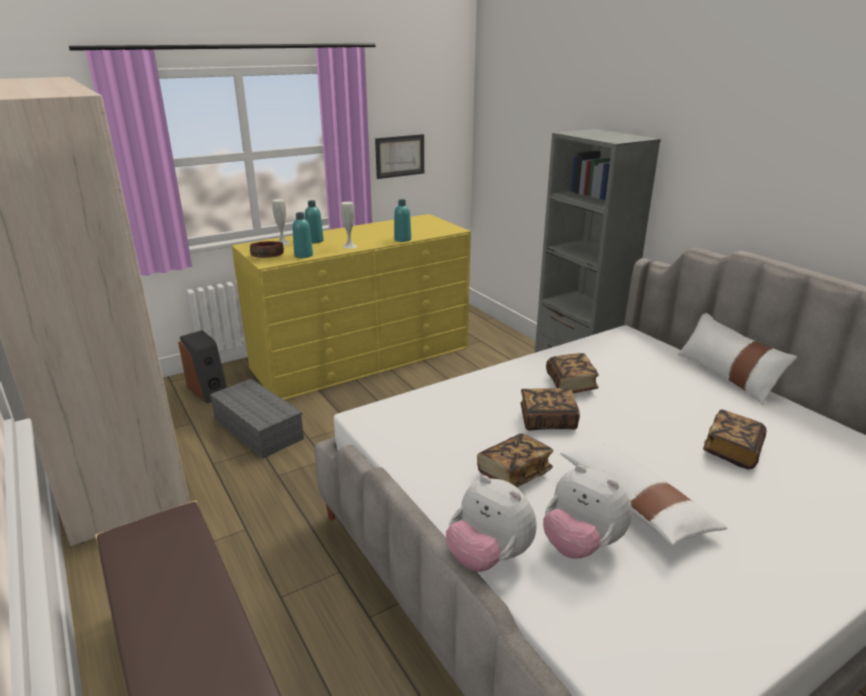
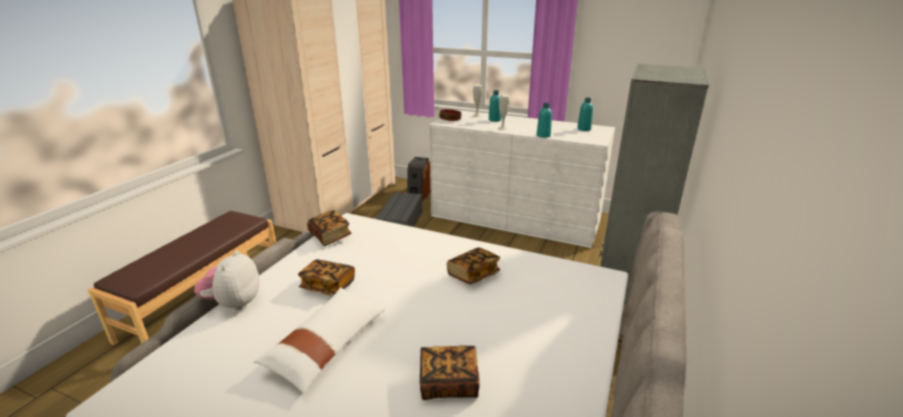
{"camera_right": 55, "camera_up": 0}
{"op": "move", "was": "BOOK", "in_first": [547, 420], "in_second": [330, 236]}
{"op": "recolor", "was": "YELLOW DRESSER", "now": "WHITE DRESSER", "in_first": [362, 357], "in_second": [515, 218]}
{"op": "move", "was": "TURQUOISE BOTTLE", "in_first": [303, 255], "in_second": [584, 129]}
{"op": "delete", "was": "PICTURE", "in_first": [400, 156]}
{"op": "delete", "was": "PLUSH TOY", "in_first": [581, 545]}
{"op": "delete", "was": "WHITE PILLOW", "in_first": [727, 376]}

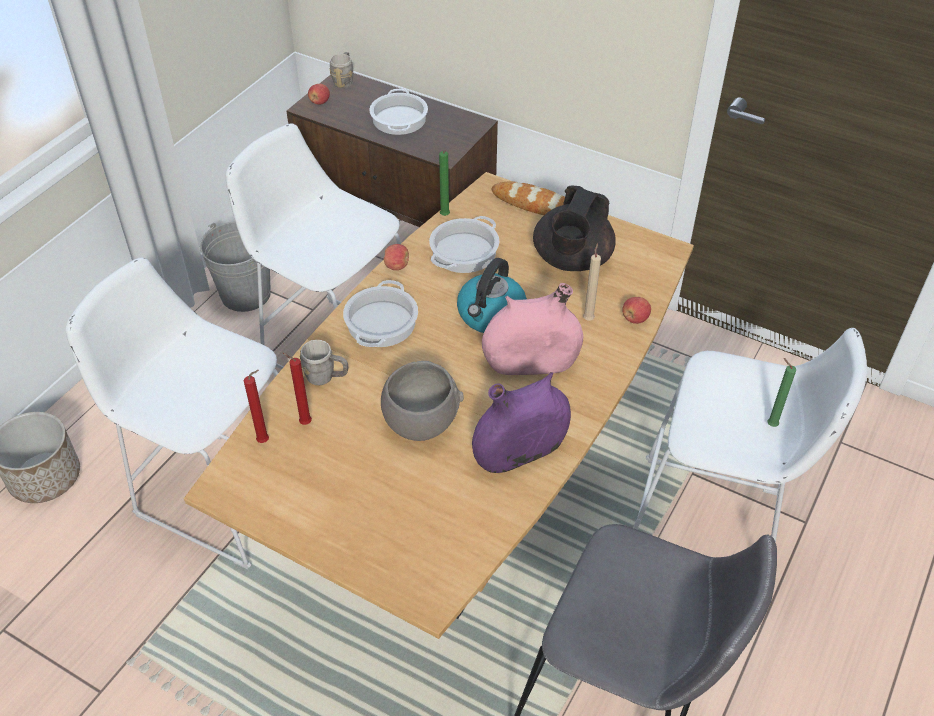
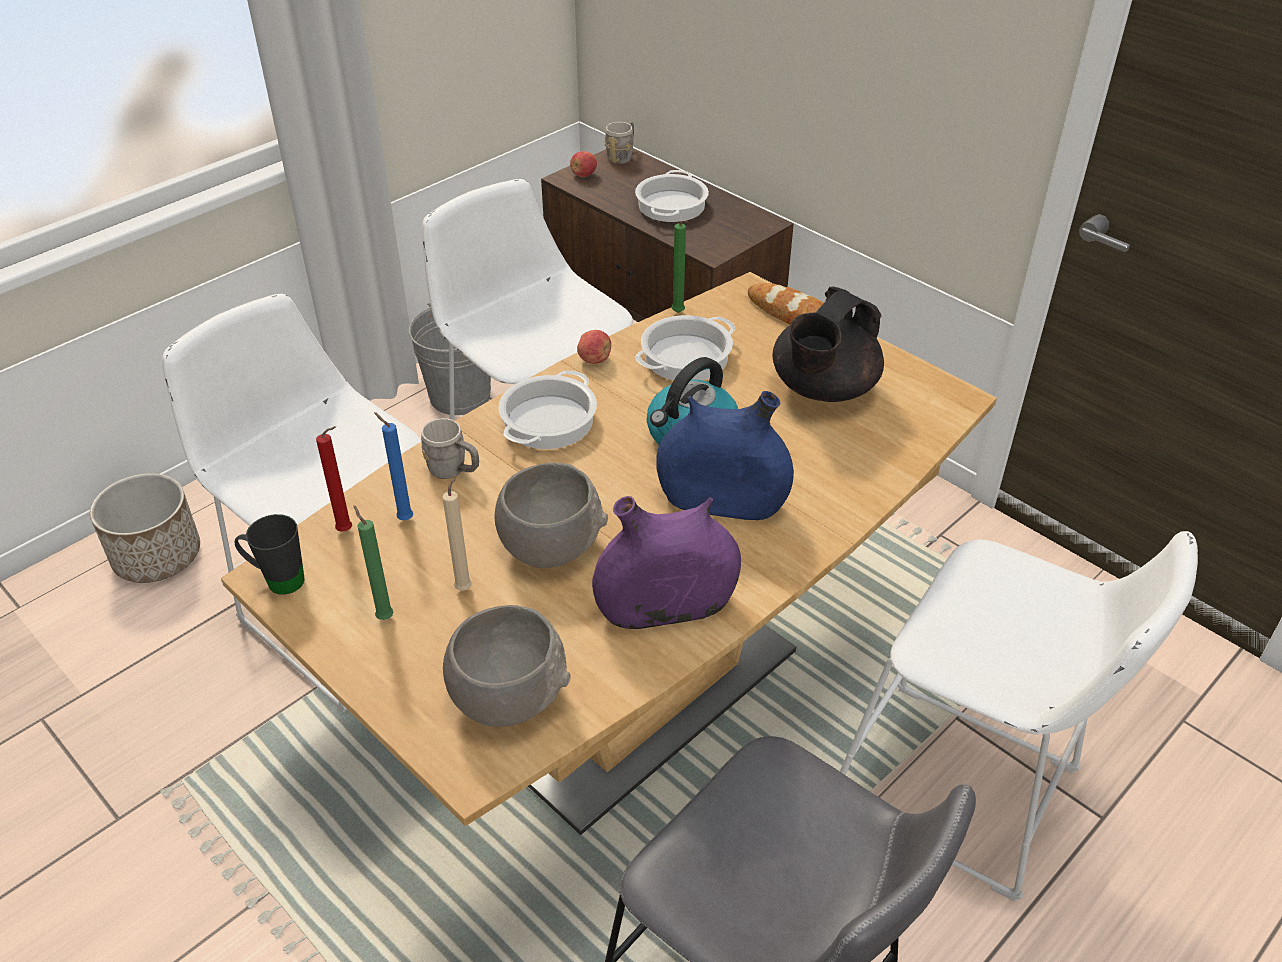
{"camera_right": 15, "camera_up": -5}
{"op": "insert", "now": "BLACK MUG", "in_second": [277, 580]}
{"op": "move", "was": "GREEN CANDLE", "in_first": [770, 424], "in_second": [383, 616]}
{"op": "recolor", "was": "RED CANDLE", "now": "BLUE CANDLE", "in_first": [303, 422], "in_second": [403, 518]}
{"op": "move", "was": "BEIGE CANDLE", "in_first": [588, 318], "in_second": [465, 587]}
{"op": "insert", "now": "GREY BOWL", "in_second": [509, 695]}
{"op": "recolor", "was": "PINK VASE", "now": "BLUE VASE", "in_first": [531, 363], "in_second": [722, 502]}
{"op": "delete", "was": "APPLE", "in_first": [635, 319]}

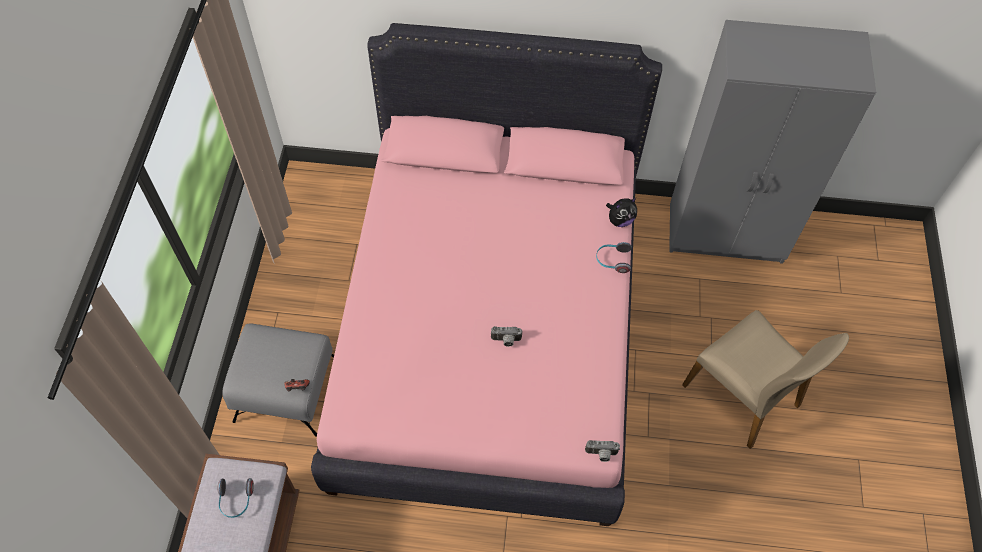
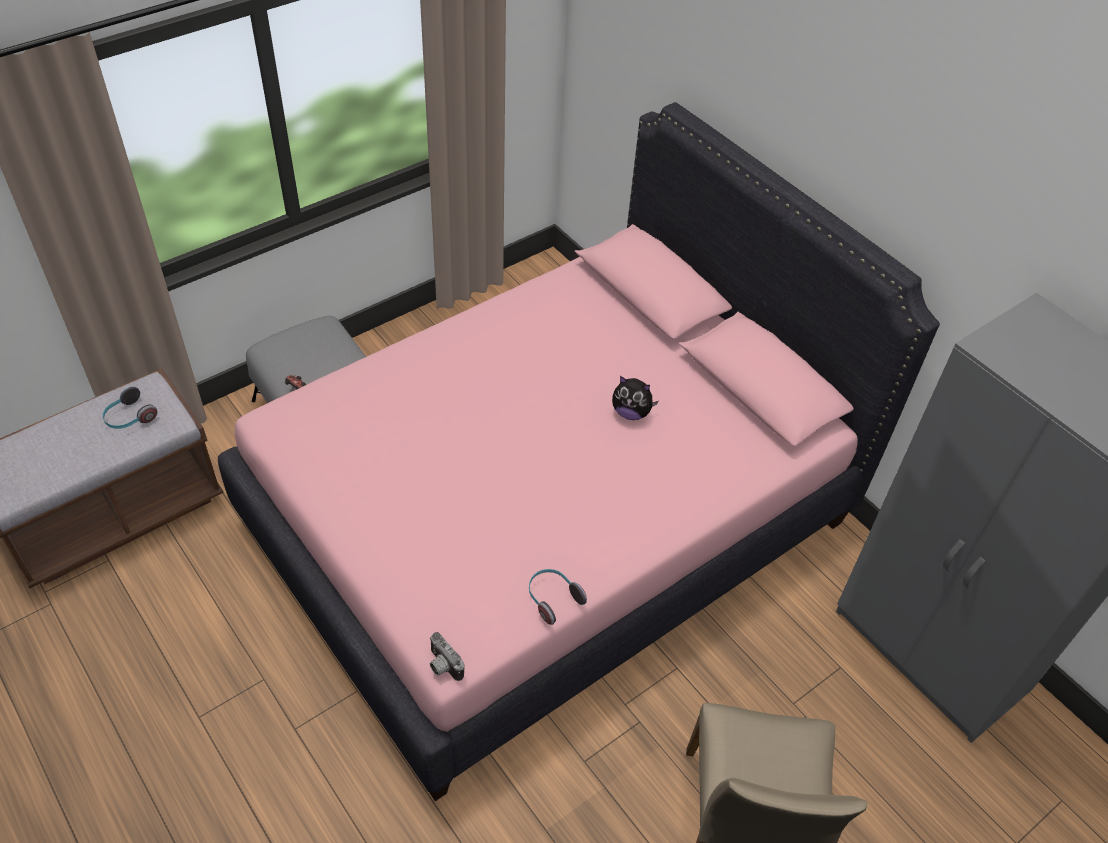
{"camera_right": 45, "camera_up": -10}
{"op": "move", "was": "HEADPHONES", "in_first": [612, 260], "in_second": [552, 599]}
{"op": "move", "was": "PLUSH TOY", "in_first": [620, 220], "in_second": [631, 412]}
{"op": "delete", "was": "PHOTO CAMERA", "in_first": [506, 341]}

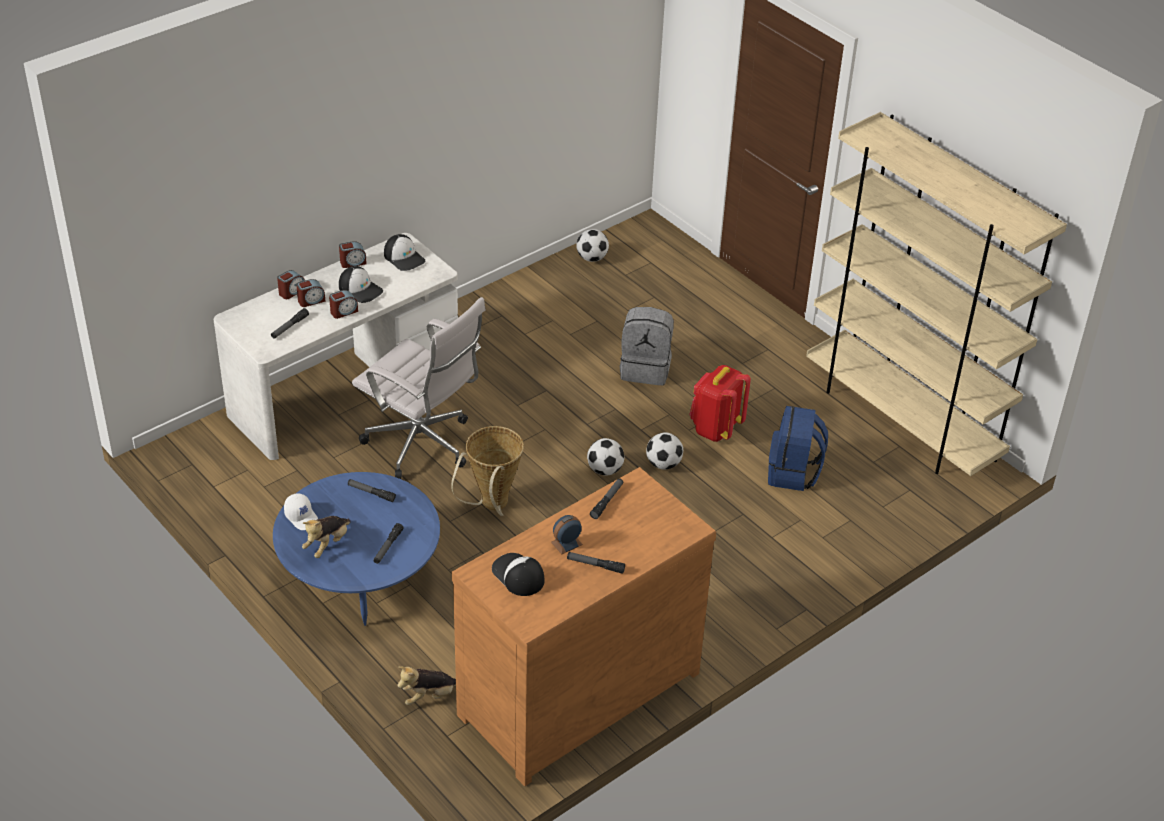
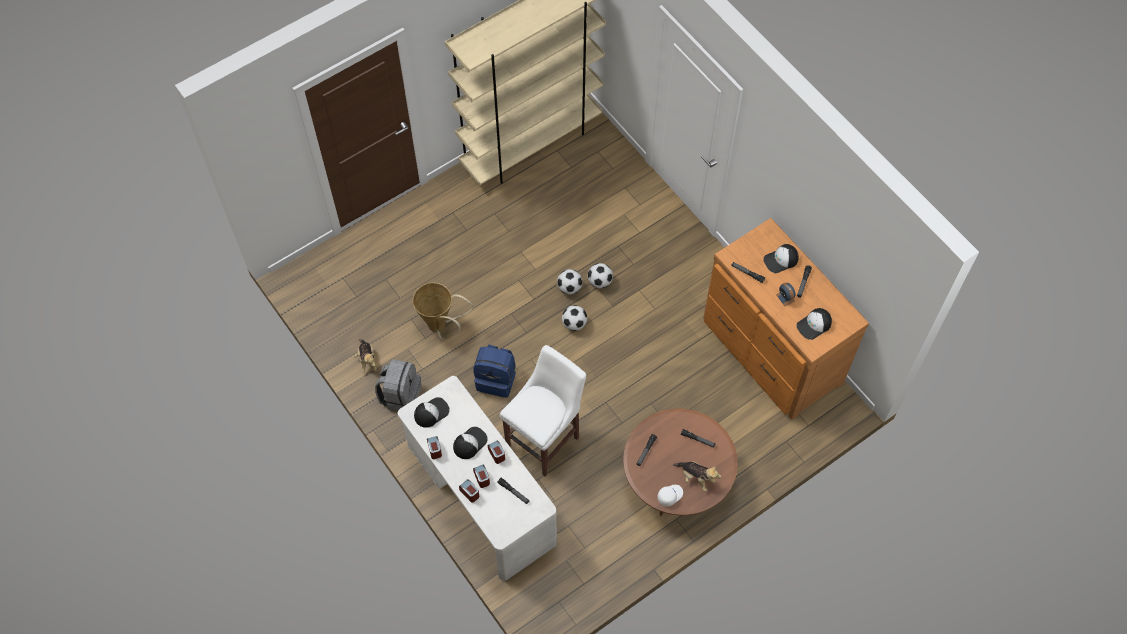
{"camera_right": -85, "camera_up": 20}
{"op": "move", "was": "PLUSH TOY", "in_first": [430, 696], "in_second": [367, 360]}
{"op": "move", "was": "GREY BACKPACK", "in_first": [646, 369], "in_second": [401, 395]}
{"op": "move", "was": "BASKET", "in_first": [491, 506], "in_second": [440, 327]}
{"op": "move", "was": "BLUE BACKPACK", "in_first": [793, 473], "in_second": [496, 379]}
{"op": "replace", "was": "WHITE OFFICE CHAIR", "now": "WHITE STOOL", "in_first": [423, 446], "in_second": [545, 440]}
{"op": "move", "was": "FOOTBALL", "in_first": [592, 258], "in_second": [600, 282]}
{"op": "recolor", "was": "BLUE COFFEE TABLE", "now": "BROWN COFFEE TABLE", "in_first": [360, 578], "in_second": [676, 478]}
{"op": "insert", "now": "CAP", "in_second": [781, 260]}
{"op": "delete", "was": "RED BACKPACK", "in_first": [715, 429]}

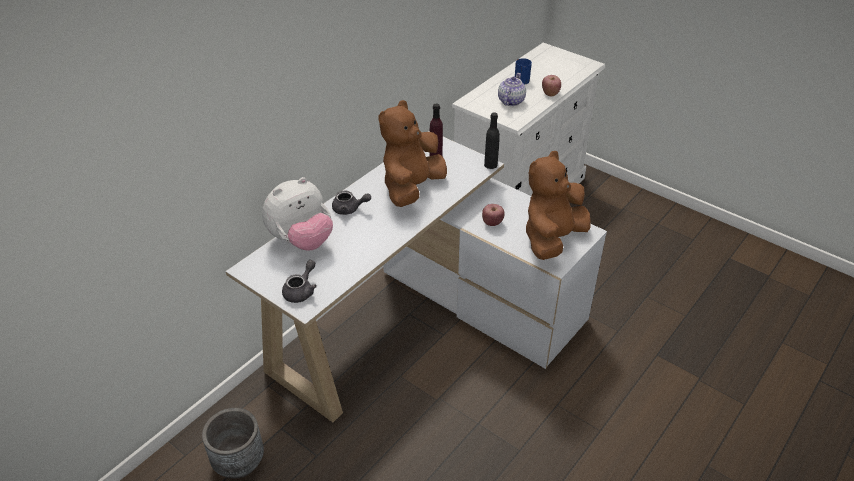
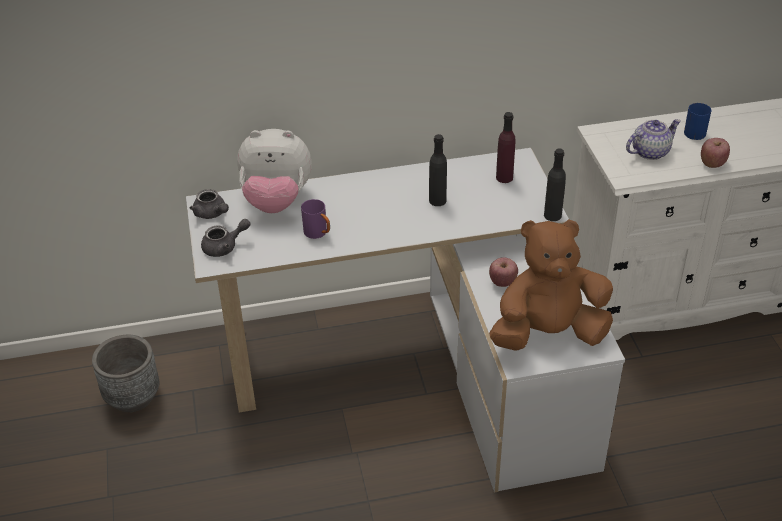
{"camera_right": 40, "camera_up": 0}
{"op": "move", "was": "GREY TEAPOT", "in_first": [349, 209], "in_second": [212, 214]}
{"op": "insert", "now": "PURPLE MUG", "in_second": [318, 233]}
{"op": "replace", "was": "BROWN PLUSH TOY", "now": "BLACK BOTTLE", "in_first": [411, 188], "in_second": [437, 200]}

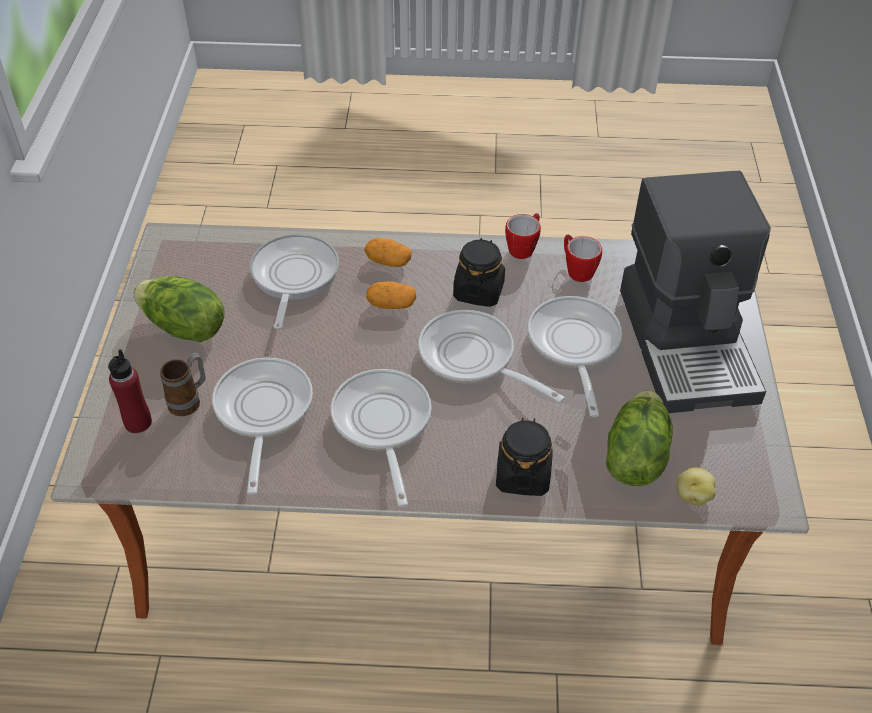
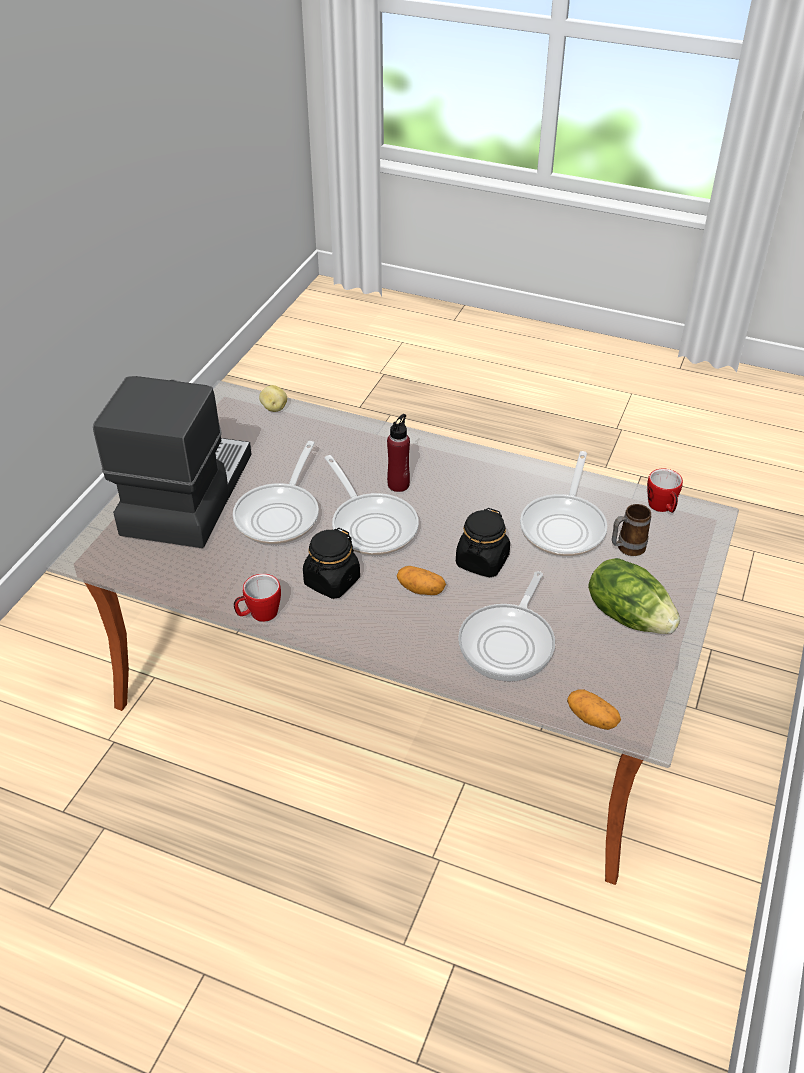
{"camera_right": -160, "camera_up": -5}
{"op": "move", "was": "RED BOTTLE", "in_first": [138, 422], "in_second": [398, 484]}
{"op": "move", "was": "BLACK JAR", "in_first": [522, 475], "in_second": [482, 561]}
{"op": "move", "was": "POTATO", "in_first": [388, 261], "in_second": [592, 718]}
{"op": "move", "was": "MUG", "in_first": [577, 270], "in_second": [662, 508]}
{"op": "delete", "was": "FRYING PAN", "in_first": [382, 424]}
{"op": "delete", "was": "LETTUCE", "in_first": [633, 457]}

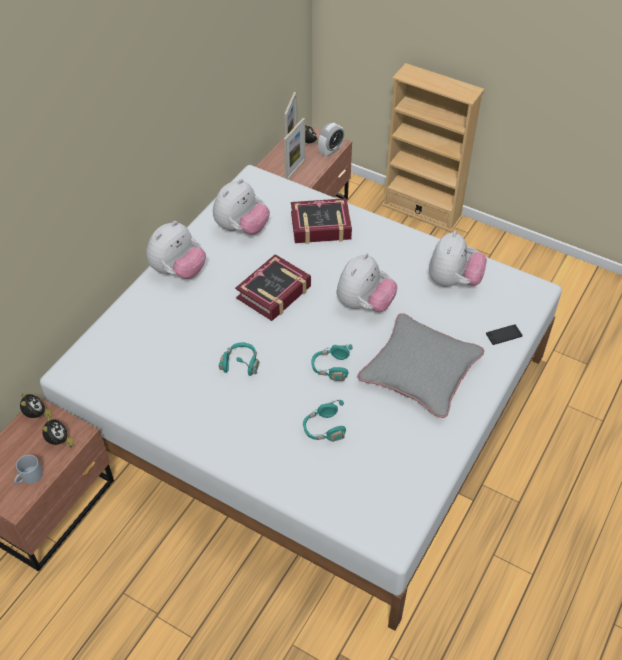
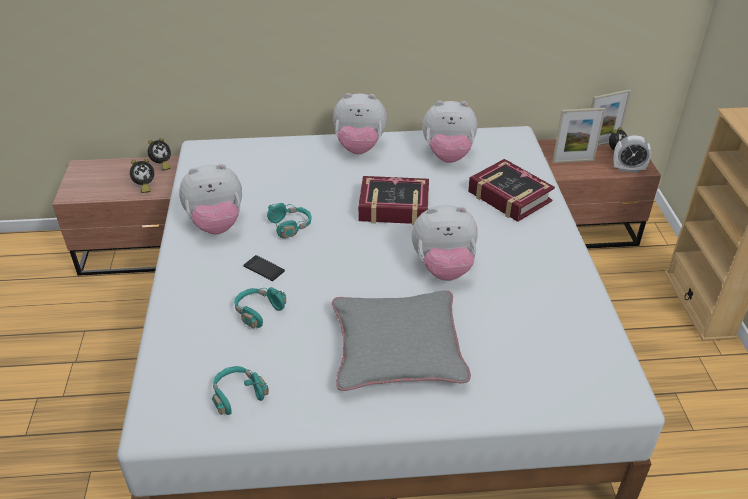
{"camera_right": 55, "camera_up": -10}
{"op": "move", "was": "PLUSH TOY", "in_first": [453, 281], "in_second": [216, 225]}
{"op": "move", "was": "TURQUOISE HEADPHONES", "in_first": [331, 368], "in_second": [238, 395]}
{"op": "move", "was": "PHONE", "in_first": [504, 335], "in_second": [264, 268]}
{"op": "delete", "was": "GREY MUG", "in_first": [29, 478]}

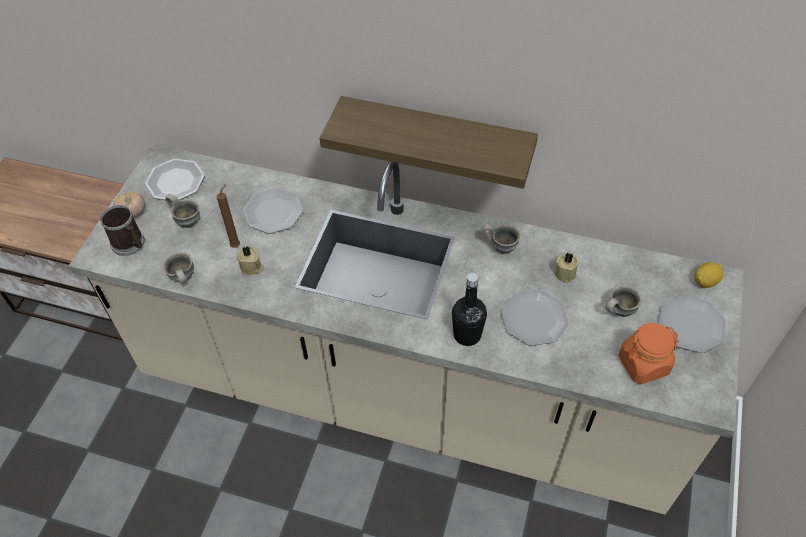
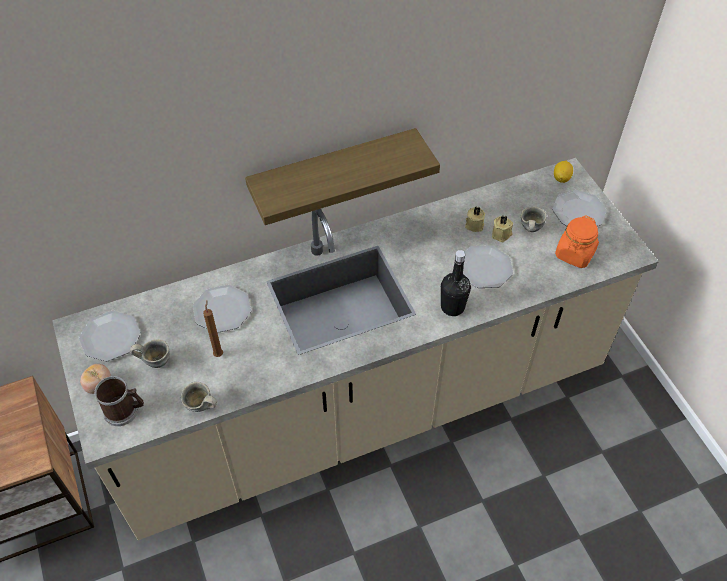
{"camera_right": -40, "camera_up": 0}
{"op": "move", "was": "BEIGE CANDLE", "in_first": [251, 267], "in_second": [502, 234]}
{"op": "delete", "was": "GREY MUG", "in_first": [501, 246]}

